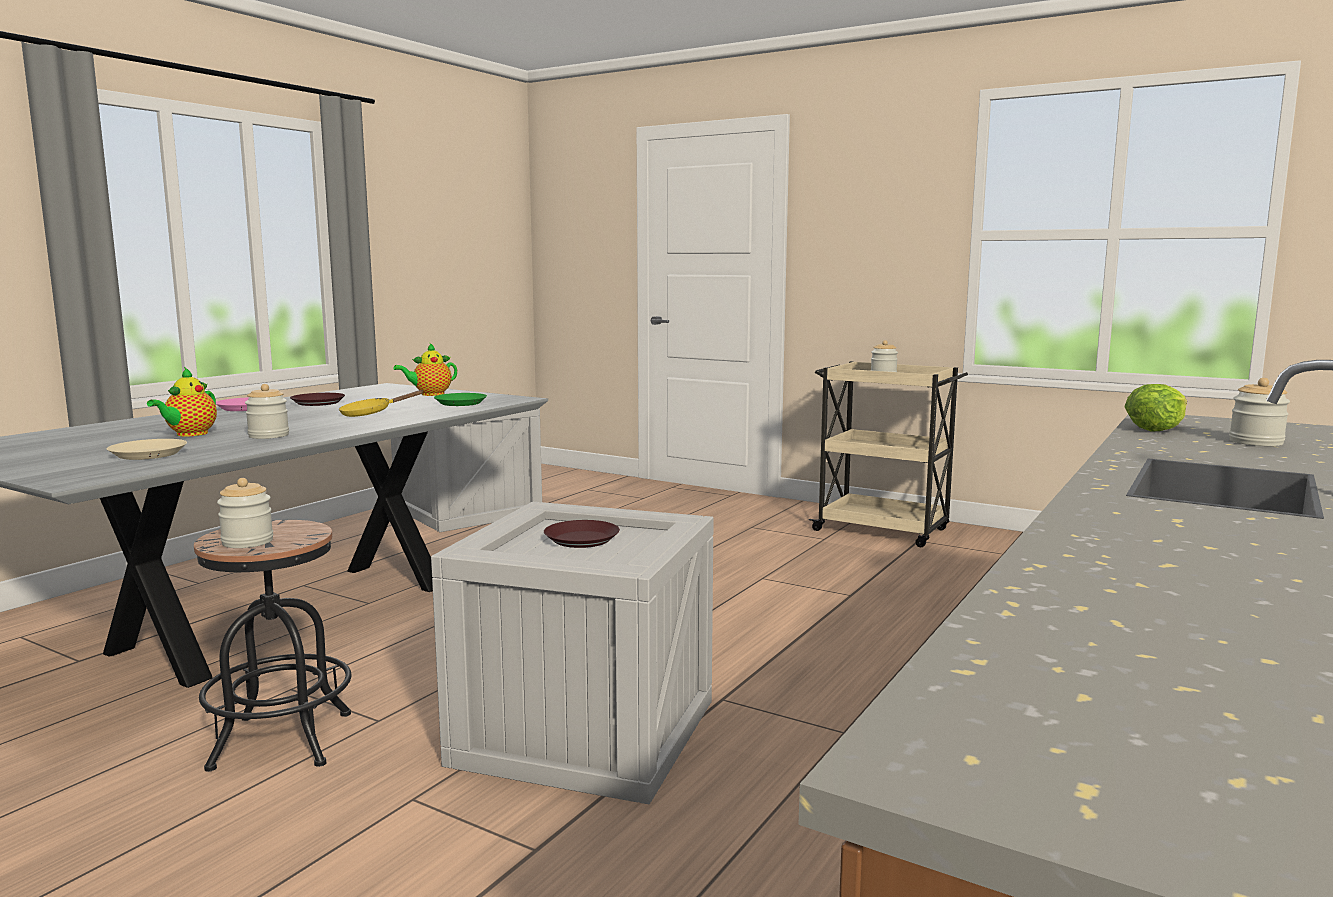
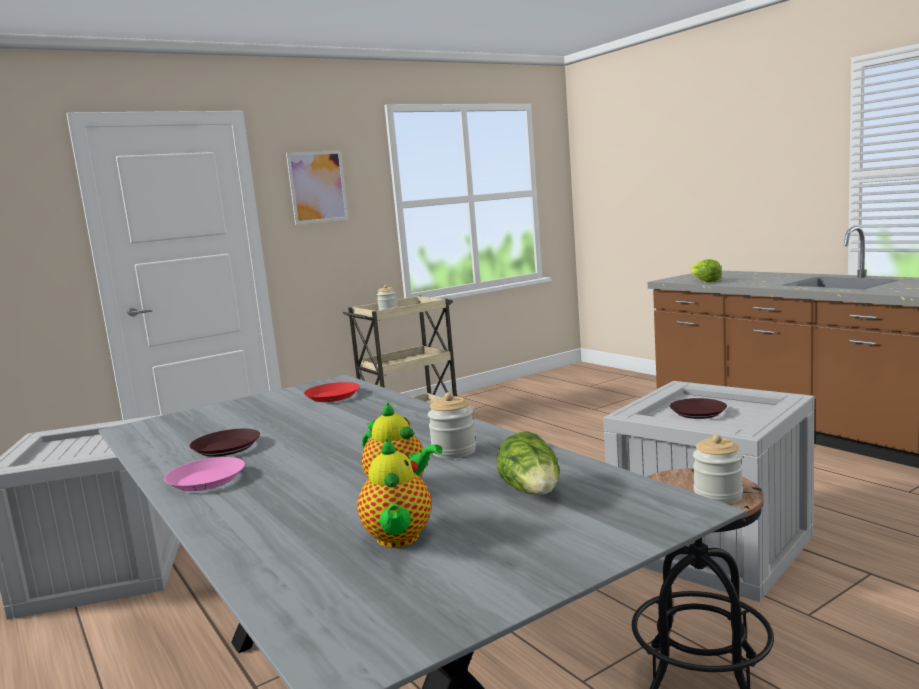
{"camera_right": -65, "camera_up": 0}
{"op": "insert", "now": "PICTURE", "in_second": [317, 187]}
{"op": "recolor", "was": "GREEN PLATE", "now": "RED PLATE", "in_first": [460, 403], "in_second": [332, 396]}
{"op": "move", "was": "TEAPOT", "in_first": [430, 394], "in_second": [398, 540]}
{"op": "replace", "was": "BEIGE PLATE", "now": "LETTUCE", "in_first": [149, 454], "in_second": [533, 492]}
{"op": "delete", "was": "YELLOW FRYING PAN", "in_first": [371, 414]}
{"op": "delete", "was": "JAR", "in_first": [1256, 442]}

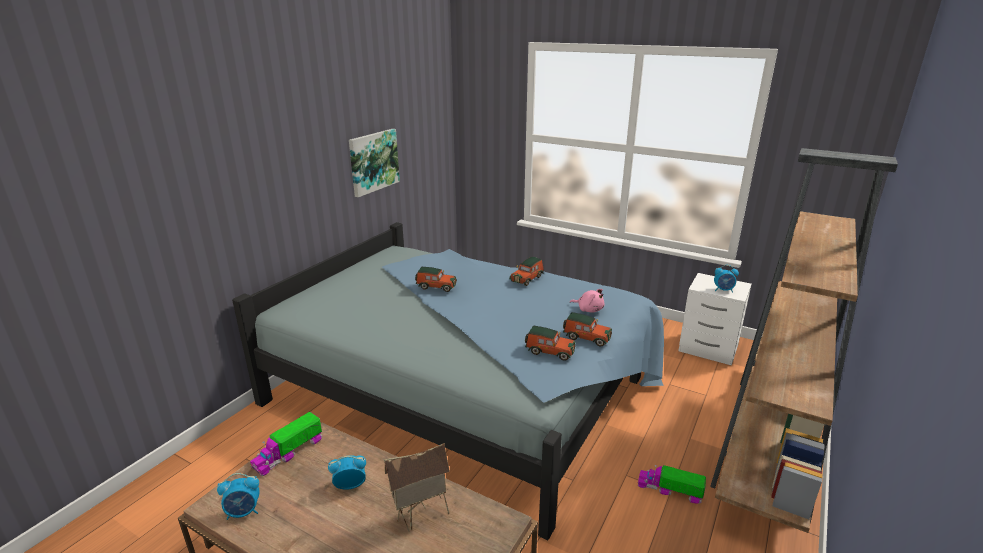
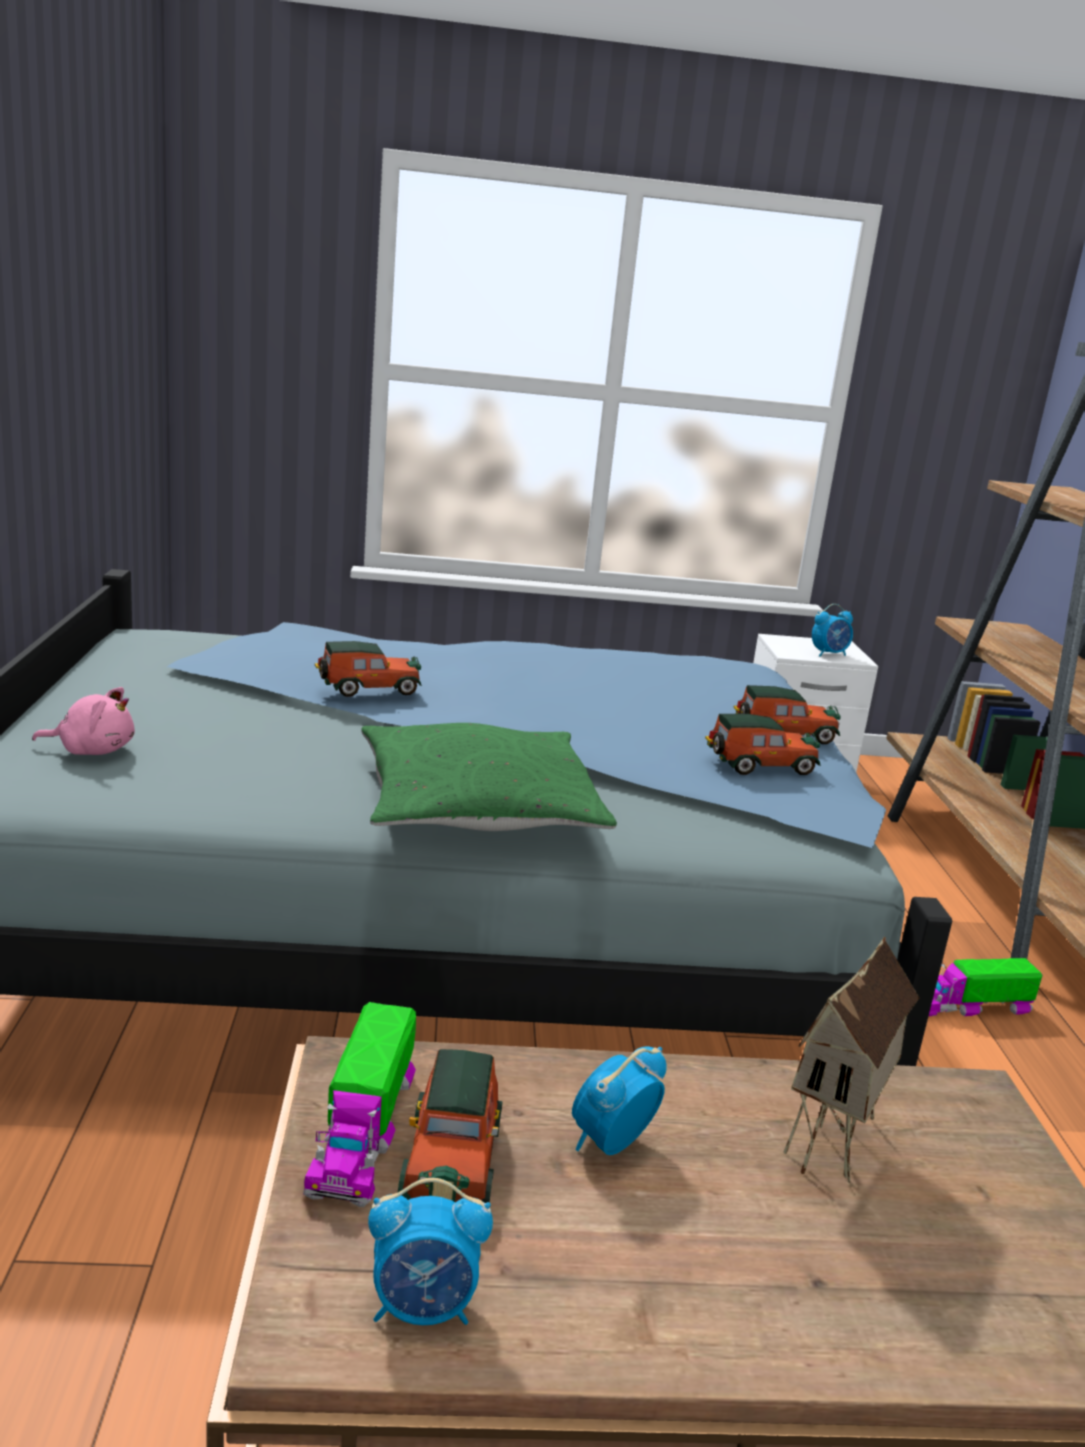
{"camera_right": -35, "camera_up": -5}
{"op": "move", "was": "PINK PLUSH TOY", "in_first": [589, 309], "in_second": [92, 750]}
{"op": "insert", "now": "GREEN PILLOW", "in_second": [477, 806]}
{"op": "rotate", "was": "ALARM CLOCK", "in_first": [244, 512], "in_second": [424, 1307], "clockwise": 45}
{"op": "move", "was": "TOY CAR", "in_first": [527, 278], "in_second": [452, 1157]}
{"op": "delete", "was": "PICTURE", "in_first": [373, 161]}

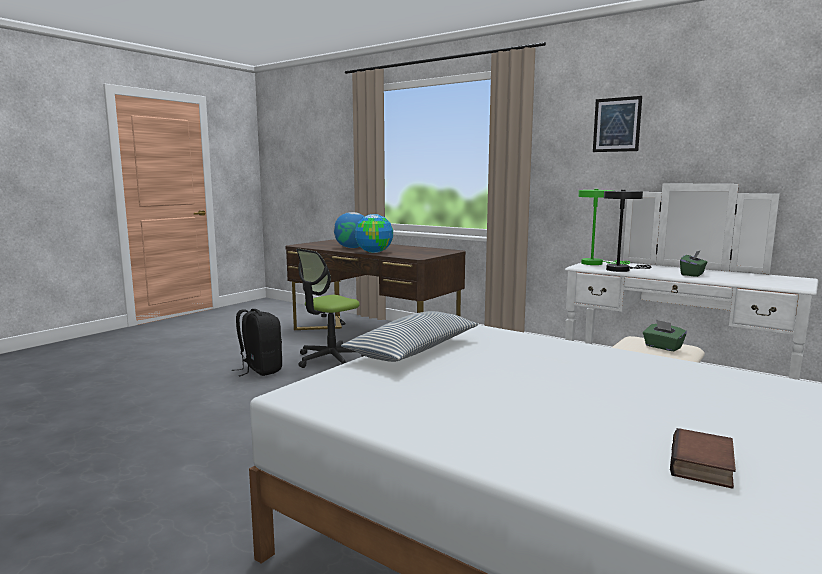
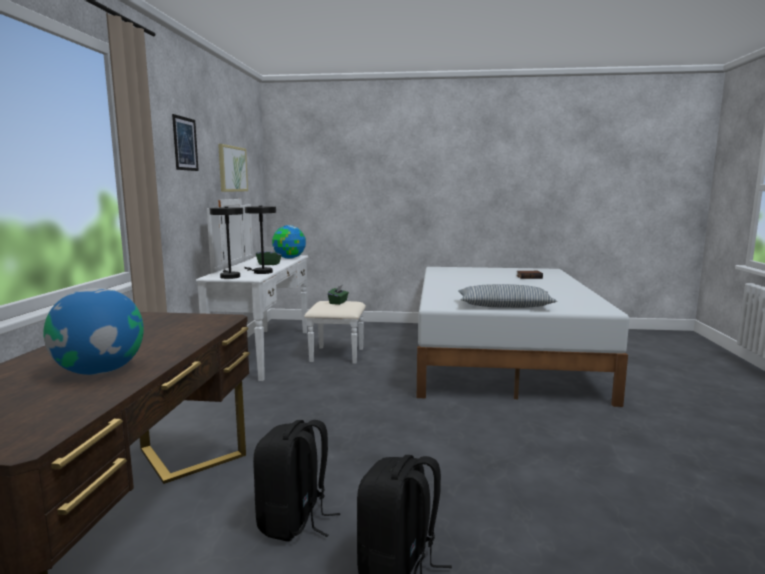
{"camera_right": -120, "camera_up": 0}
{"op": "recolor", "was": "GREEN TABLE LAMP", "now": "BLACK TABLE LAMP", "in_first": [595, 263], "in_second": [229, 276]}
{"op": "insert", "now": "PICTURE", "in_second": [232, 169]}
{"op": "replace", "was": "OFFICE CHAIR", "now": "BLACK BACKPACK", "in_first": [330, 359], "in_second": [294, 521]}
{"op": "move", "was": "GLOBE", "in_first": [374, 252], "in_second": [289, 258]}

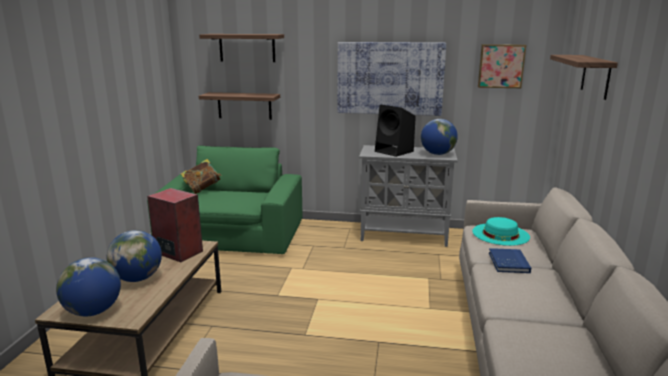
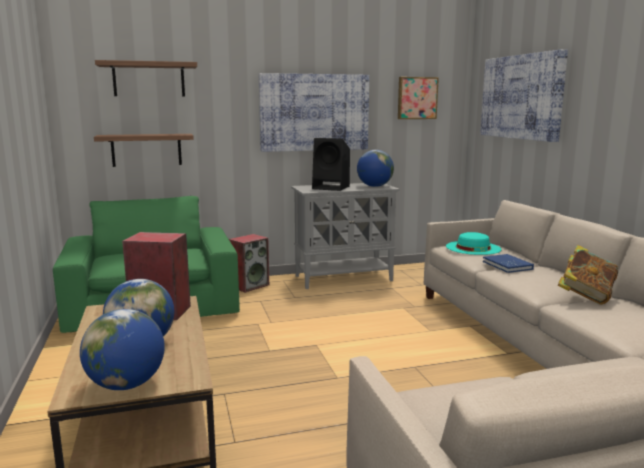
{"camera_right": -25, "camera_up": -5}
{"op": "insert", "now": "SPEAKER", "in_second": [250, 285]}
{"op": "replace", "was": "SHELF", "now": "PICTURE", "in_first": [595, 76], "in_second": [522, 97]}
{"op": "move", "was": "BOOK", "in_first": [202, 189], "in_second": [585, 296]}

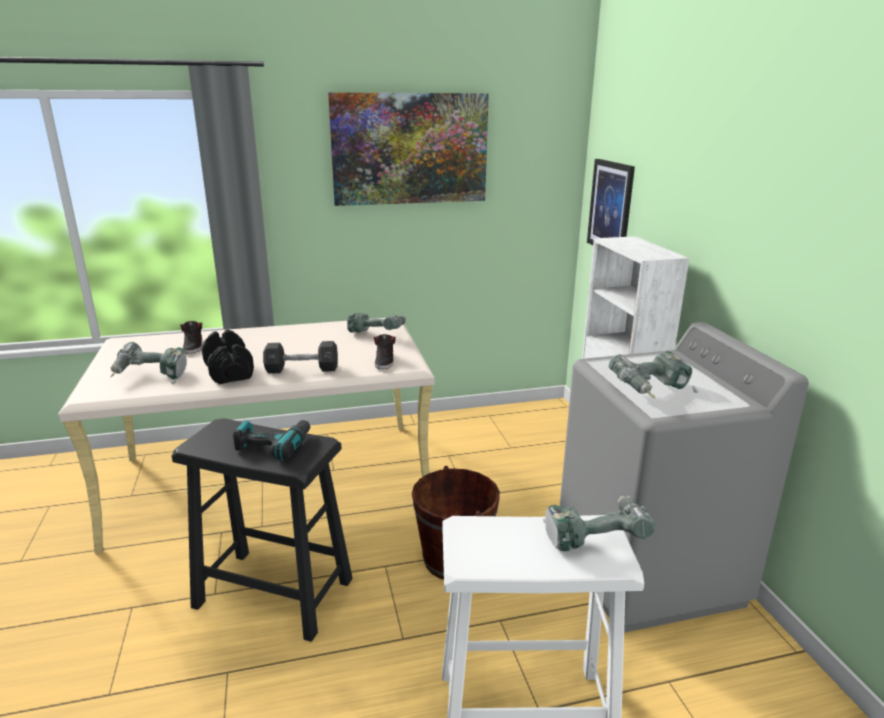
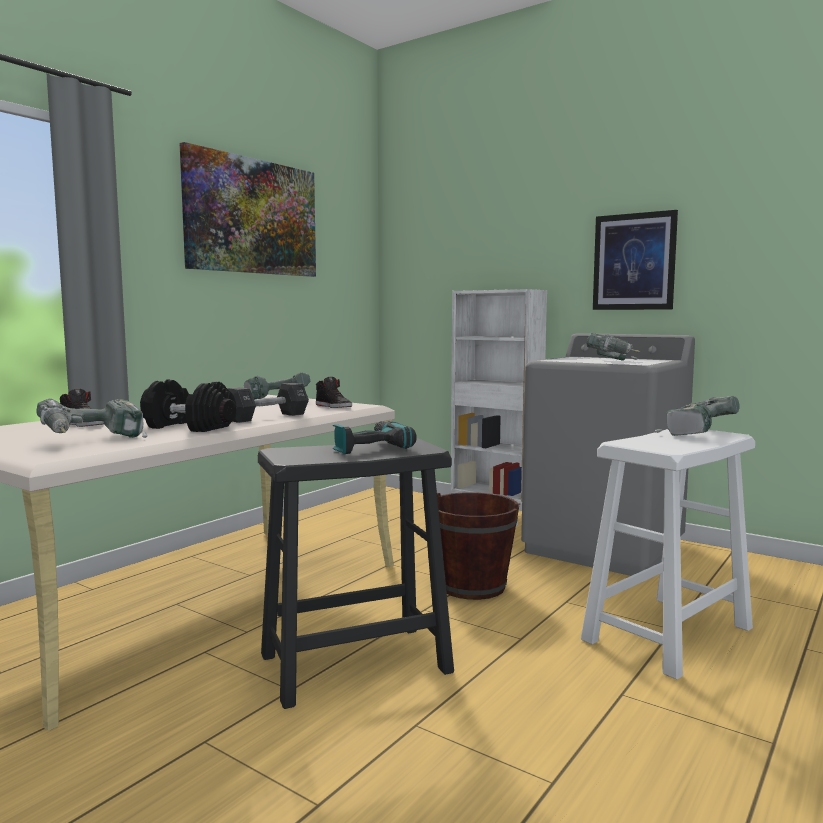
{"camera_right": -40, "camera_up": -15}
{"op": "move", "was": "PICTURE", "in_first": [610, 207], "in_second": [634, 262]}

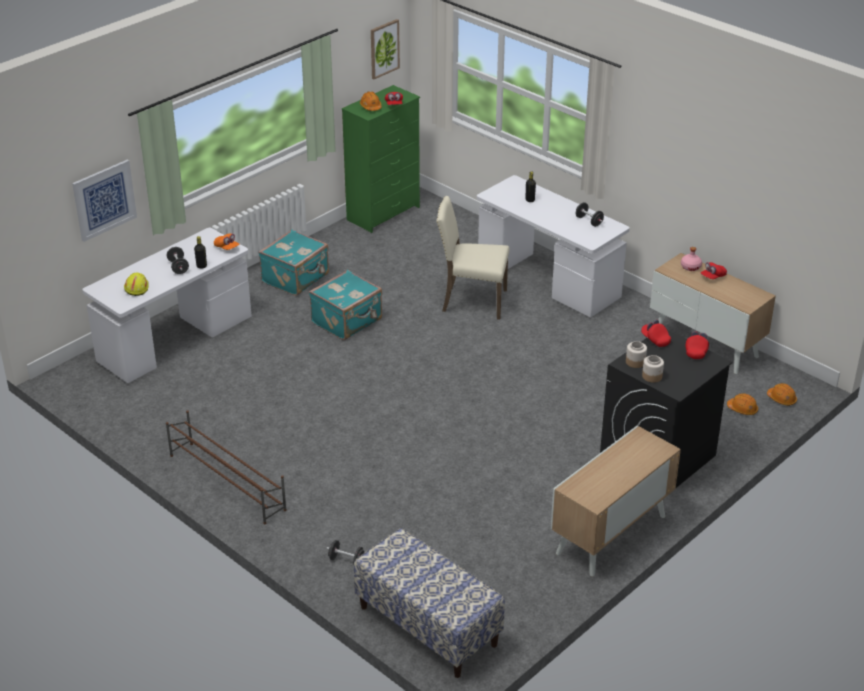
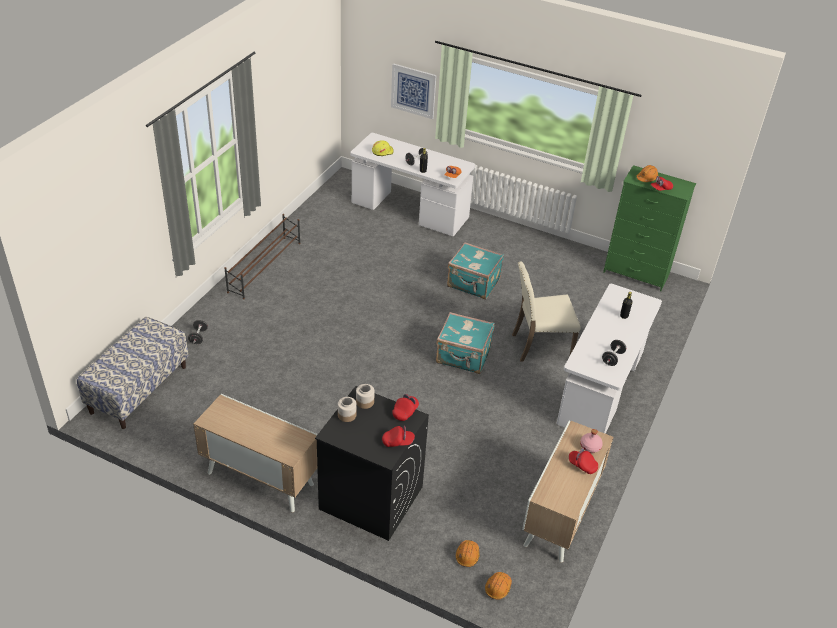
{"camera_right": 70, "camera_up": 5}
{"op": "move", "was": "TURQUOISE SUITCASE", "in_first": [296, 278], "in_second": [463, 356]}
{"op": "rotate", "was": "BEIGE CHAIR", "in_first": [472, 301], "in_second": [539, 346], "clockwise": -90}
{"op": "delete", "was": "PICTURE", "in_first": [384, 48]}

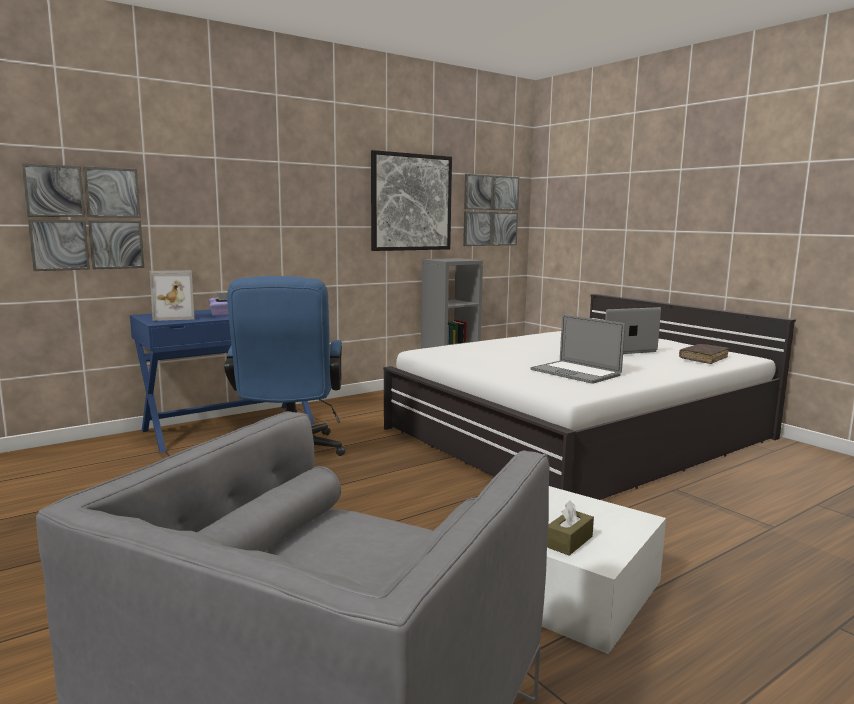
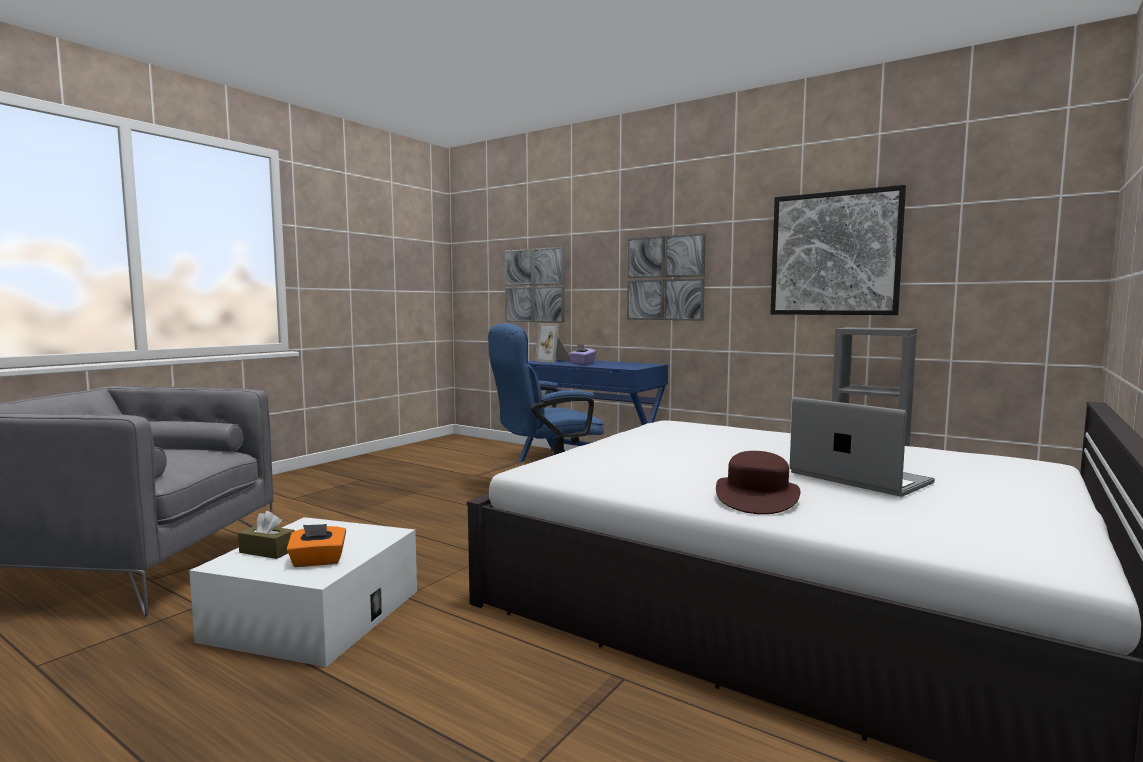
{"camera_right": 70, "camera_up": -5}
{"op": "insert", "now": "ORANGE TISSUE BOX", "in_second": [317, 561]}
{"op": "move", "was": "PICTURE", "in_first": [490, 210], "in_second": [665, 278]}
{"op": "insert", "now": "BROWN HAT", "in_second": [757, 497]}
{"op": "delete", "was": "LAPTOP", "in_first": [575, 372]}
{"op": "delete", "was": "BROWN BOOK", "in_first": [703, 359]}

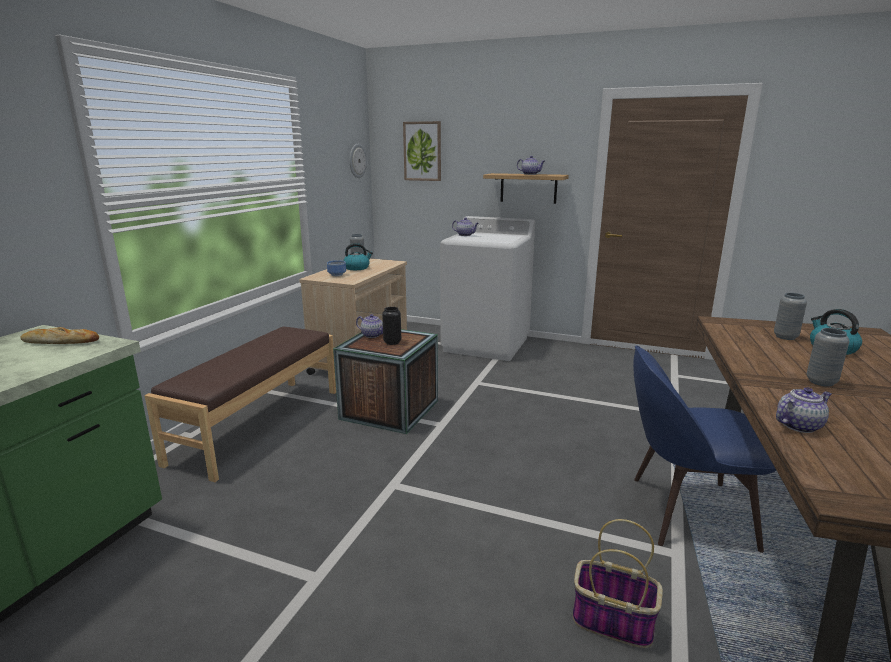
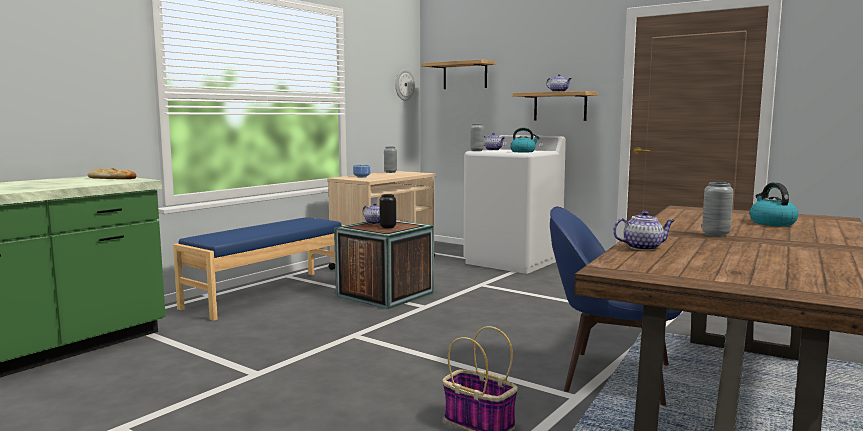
{"camera_right": 15, "camera_up": -10}
{"op": "recolor", "was": "BROWN BENCH", "now": "BLUE BENCH", "in_first": [258, 424], "in_second": [267, 294]}
{"op": "replace", "was": "PICTURE", "now": "SHELF", "in_first": [422, 151], "in_second": [465, 75]}
{"op": "move", "was": "GREY VASE", "in_first": [785, 337], "in_second": [476, 150]}
{"op": "move", "was": "KETTLE", "in_first": [357, 268], "in_second": [523, 151]}

